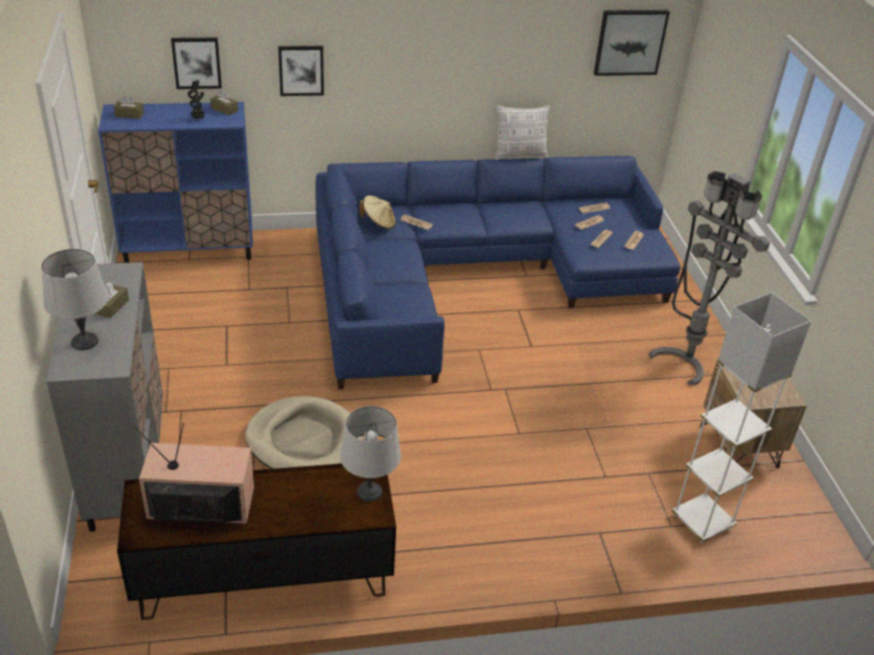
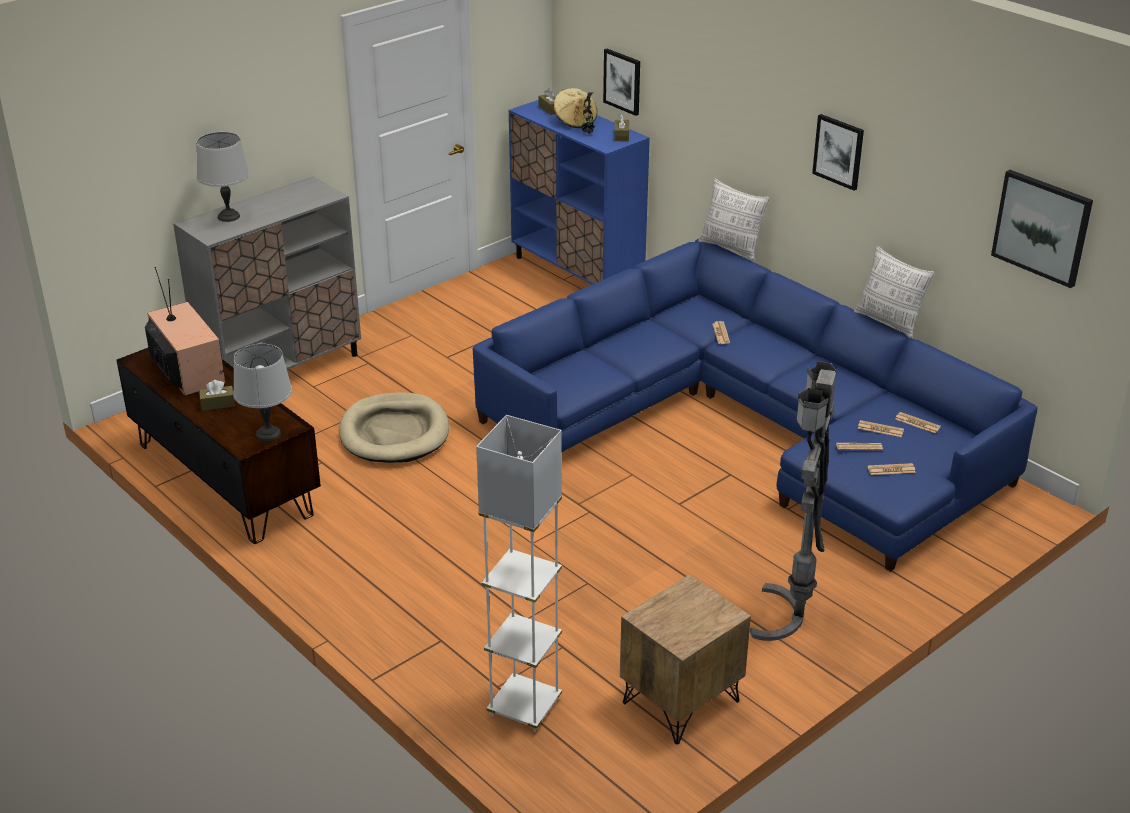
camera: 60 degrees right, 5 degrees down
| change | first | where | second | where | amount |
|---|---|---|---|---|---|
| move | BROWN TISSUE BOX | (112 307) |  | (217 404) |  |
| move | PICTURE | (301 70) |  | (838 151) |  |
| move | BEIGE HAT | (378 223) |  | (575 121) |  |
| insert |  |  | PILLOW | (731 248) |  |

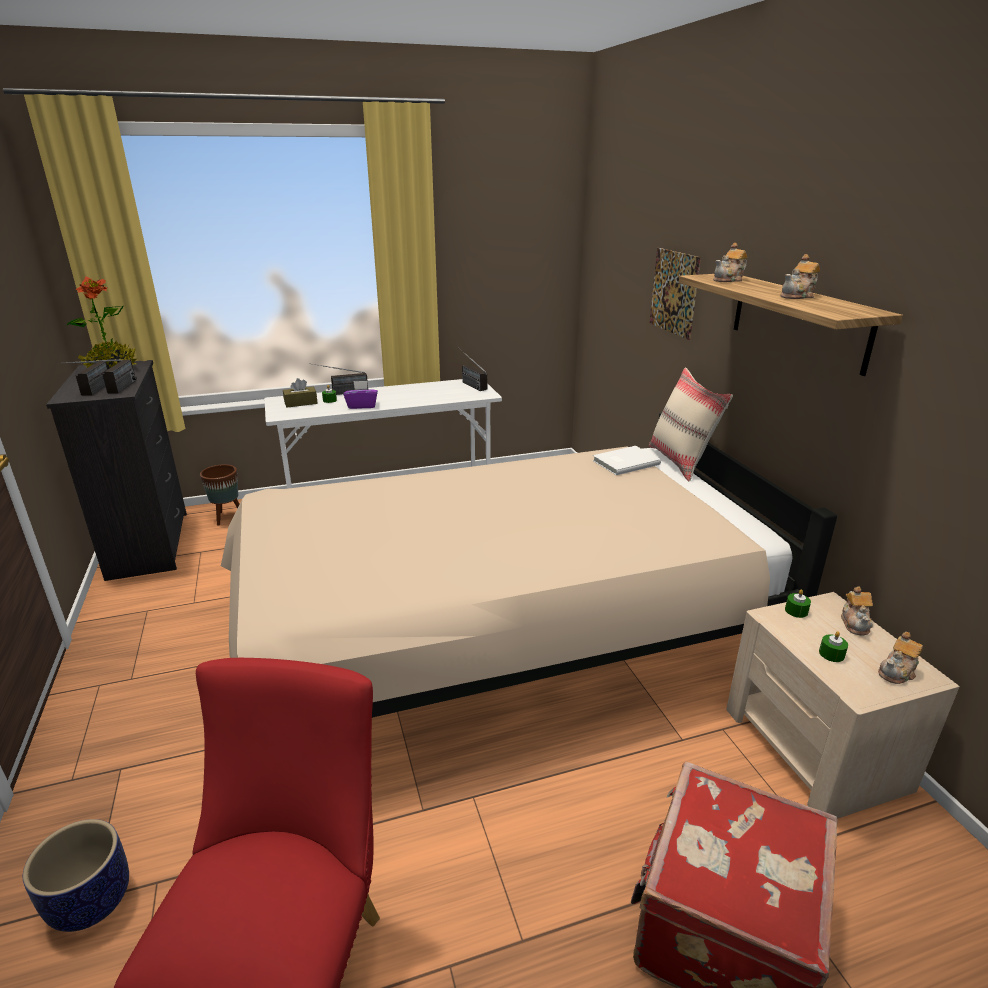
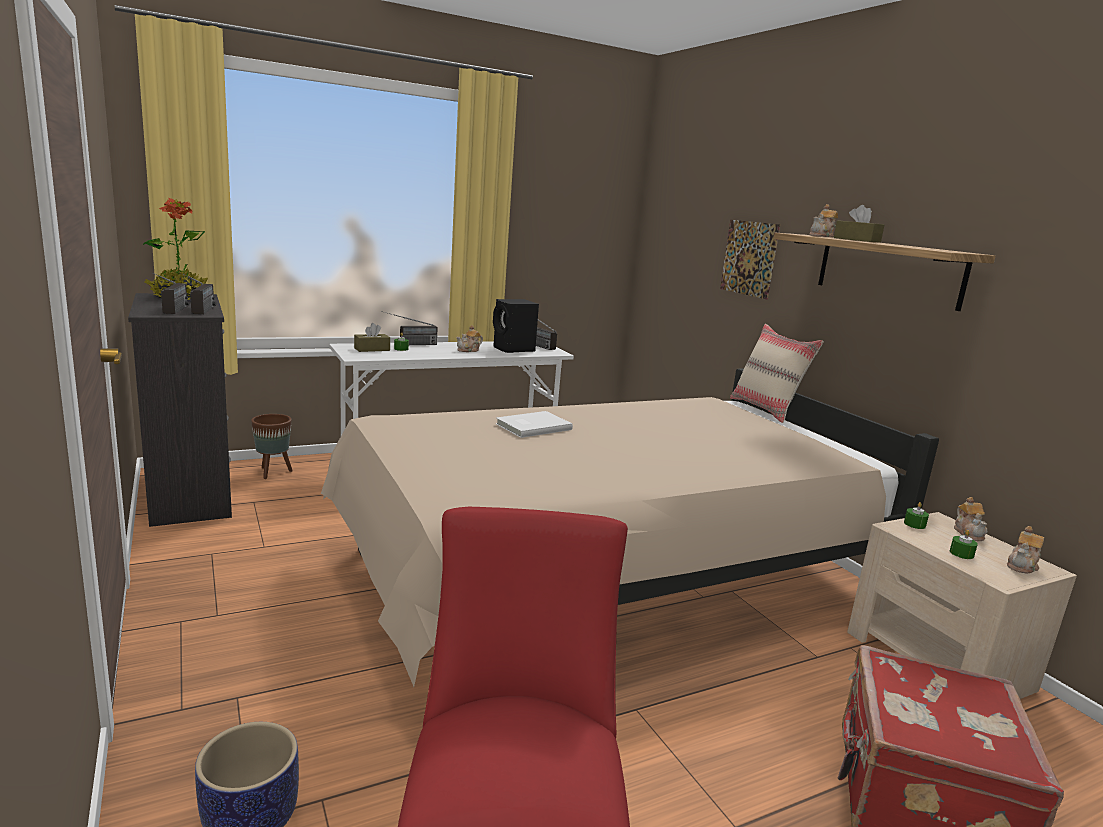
camera: 10 degrees left, 10 degrees down
| change | first | where | second | where | amount |
|---|---|---|---|---|---|
| delete | PURPLE TISSUE BOX | (362 406) |  |  |  |
| move | WHITE BOOK | (624 462) |  | (531 426) |  |
| move | TEAPOT | (798 296) |  | (469 350) |  |
| insert |  |  | BLACK SPEAKER | (514 349) |  |
| insert |  |  | BROWN TISSUE BOX | (856 240) |  |

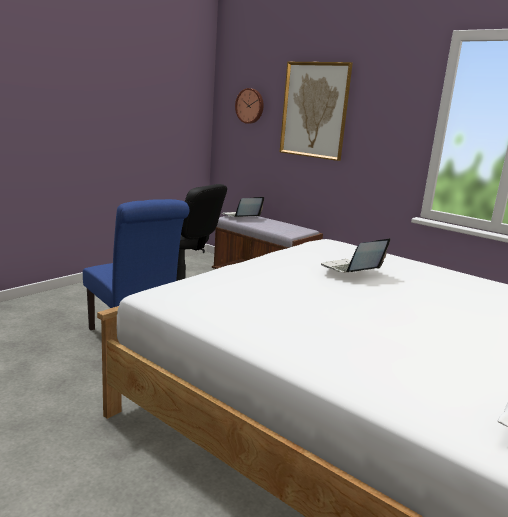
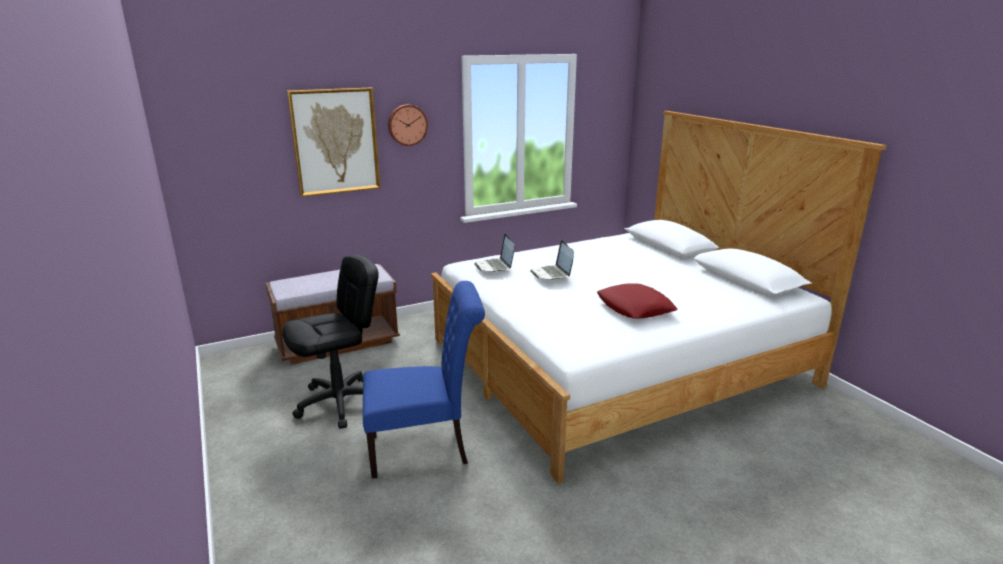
camera: 65 degrees left, 5 degrees up
| change | first | where | second | where | amount |
|---|---|---|---|---|---|
| move | LAPTOP | (241 216) |  | (495 266) |  |
| move | WALL CLOCK | (250 106) |  | (407 125) |  |
| insert |  |  | RED PILLOW | (635 308) |  |

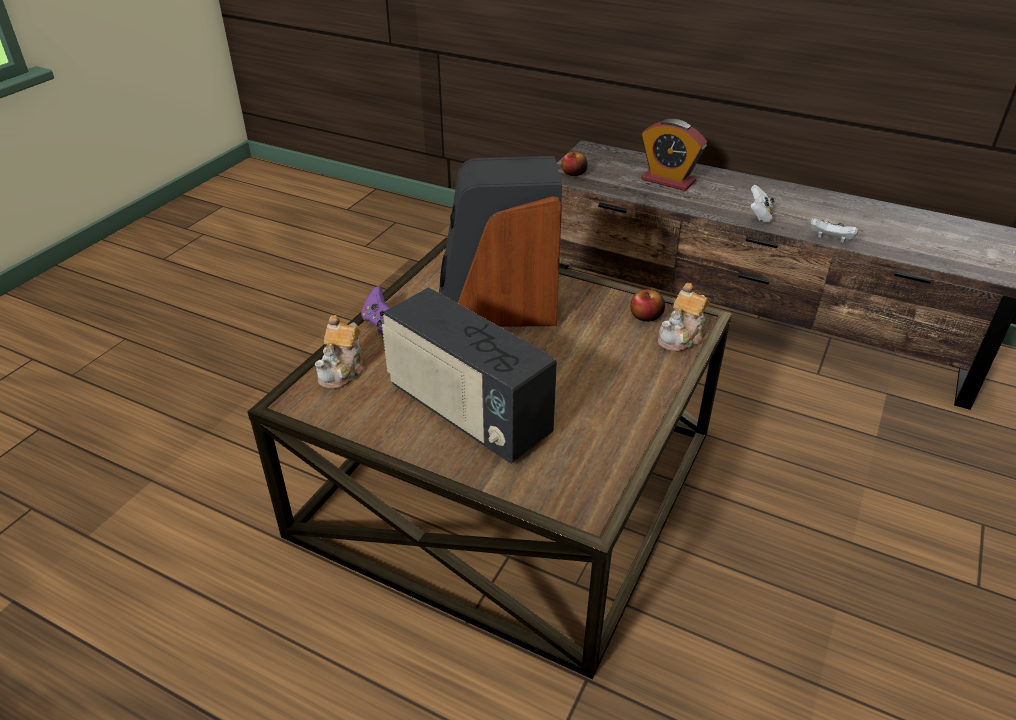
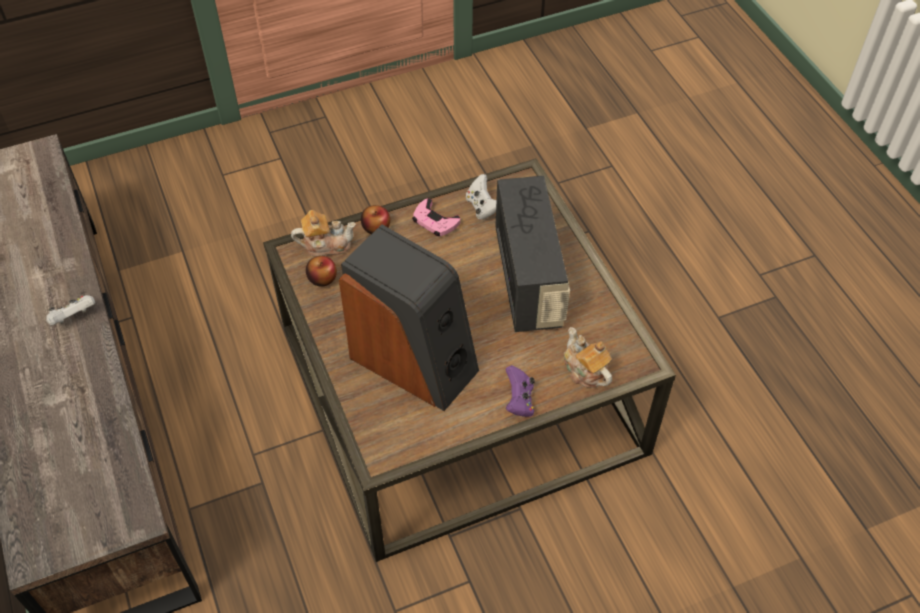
camera: 140 degrees left, 15 degrees up
| change | first | where | second | where | amount |
|---|---|---|---|---|---|
| rotate | TEAPOT | (343 371) |  | (585 370) | 90 degrees counterclockwise |
| move | APPLE | (573 173) |  | (376 227) |  |
| delete | ALARM CLOCK | (668 180) |  |  |  |
| move | WHITE GAME CONTROLLER | (830 241) |  | (482 207) |  |
| insert |  |  | PINK GAME CONTROLLER | (435 221) |  |

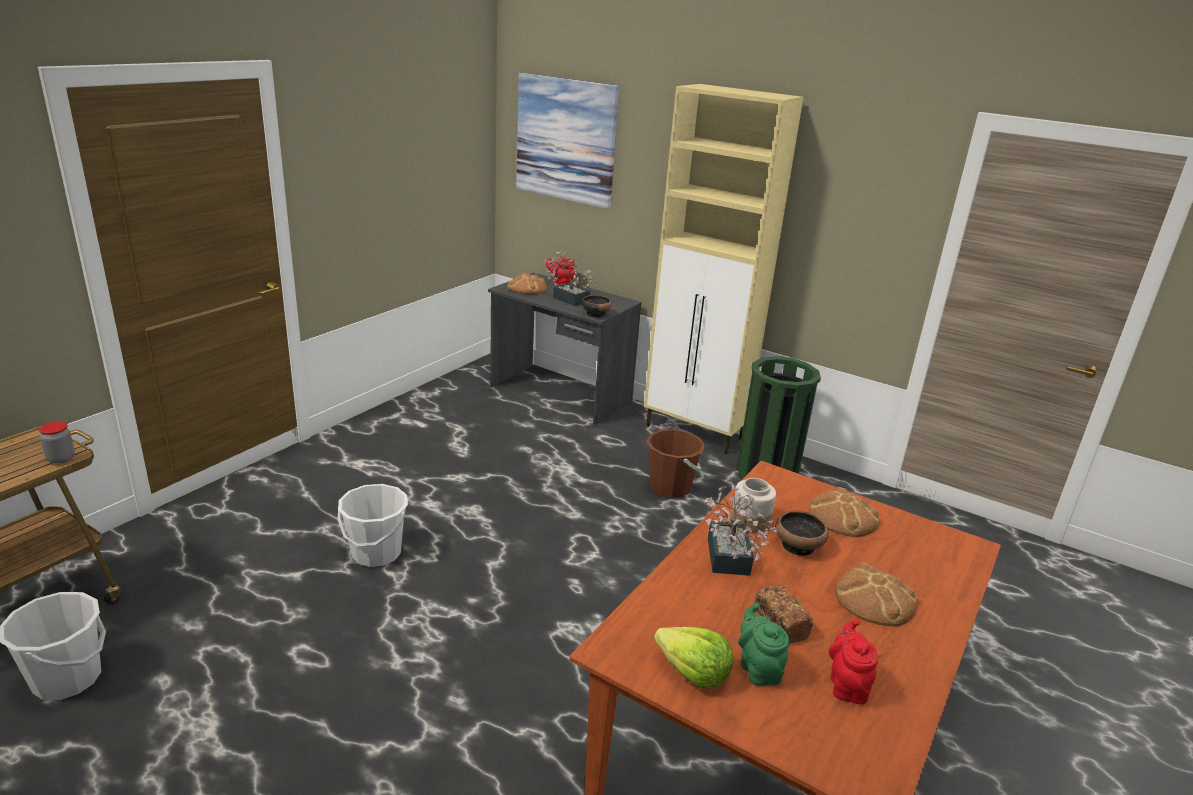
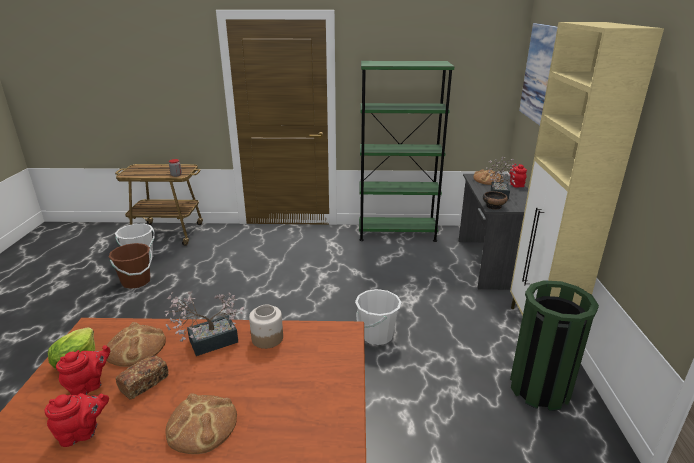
camera: 60 degrees right, 0 degrees up
| change | first | where | second | where | amount |
|---|---|---|---|---|---|
| move | WHITE BUCKET | (376 553) |  | (376 335) |  |
| move | BROWN BUCKET | (670 488) |  | (136 282) |  |
| recolor | GREEN TEAPOT | (758 669) | RED TEAPOT | (89 386) |  |
| delete | BOWL | (798 546) |  |  |  |
| move | BREAD | (843 516) |  | (135 347) |  |
| insert |  |  | GREEN BOOKCASE | (397 233) |  |

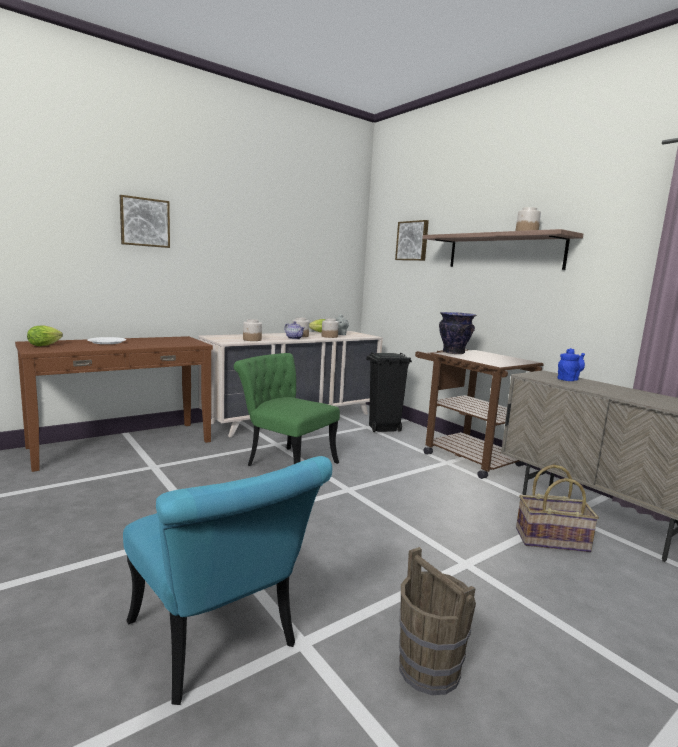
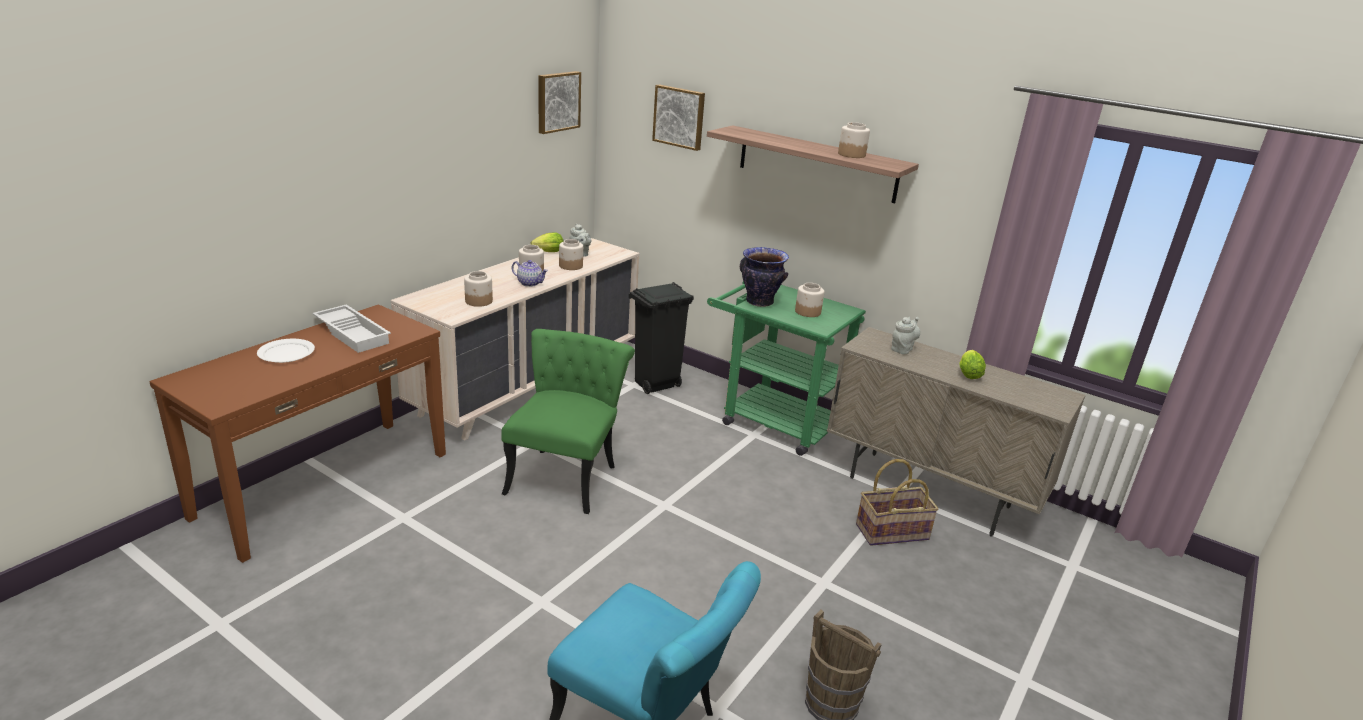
camera: 20 degrees left, 15 degrees up
| change | first | where | second | where | amount |
|---|---|---|---|---|---|
| move | LETTUCE | (46 345) |  | (968 373) |  |
| move | PICTURE | (144 222) |  | (557 101) |  |
| rotate | GREEN CHAIR | (285 462) |  | (566 473) | 90 degrees clockwise |
| recolor | BROWN CART | (465 457) | GREEN CART | (771 420) |  |
| recolor | BLUE TEAPOT | (569 379) | GREY TEAPOT | (902 349) |  |
| insert |  |  | WHITE TRAY | (354 333) |  |
| insert |  |  | JAR | (808 312) |  |

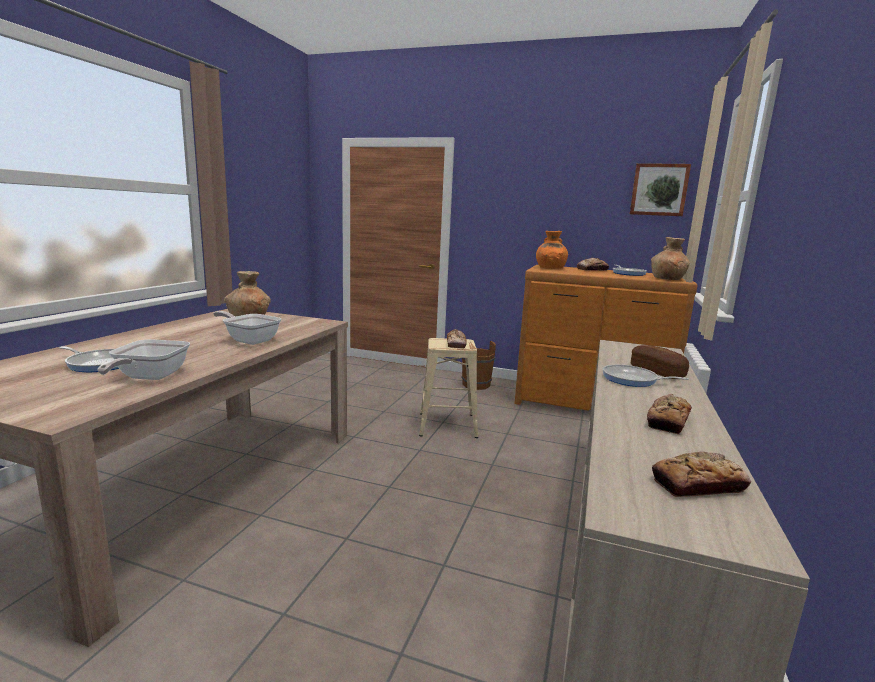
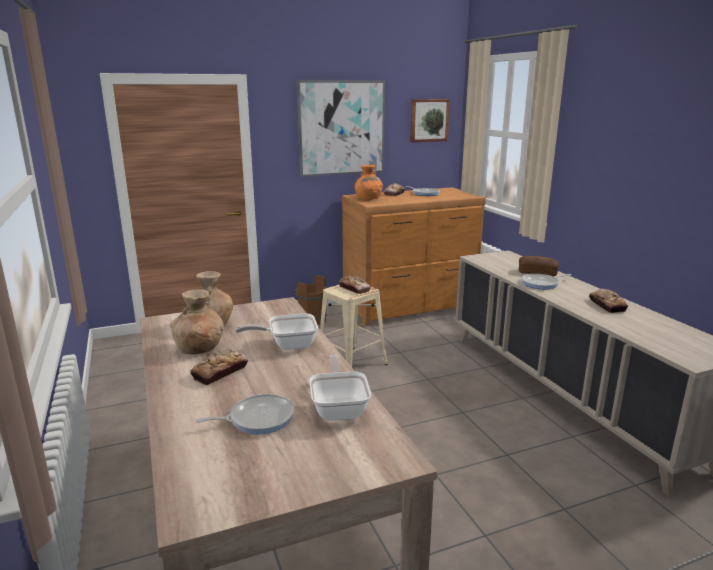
camera: 40 degrees left, 5 degrees up
| change | first | where | second | where | amount |
|---|---|---|---|---|---|
| rotate | FRYING PAN | (148 378) |  | (339 408) | 150 degrees counterclockwise |
| move | BROWN VASE | (667 279) |  | (200 348) |  |
| move | BREAD | (698 485) |  | (220 372) |  |
| insert |  |  | PICTURE | (341 128) |  |

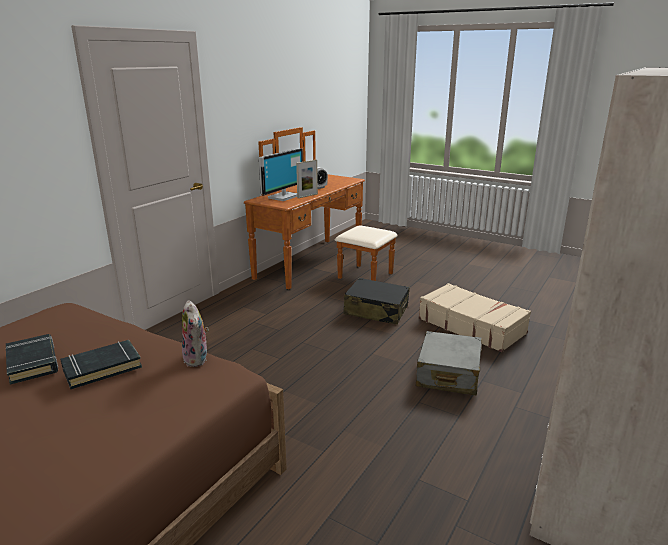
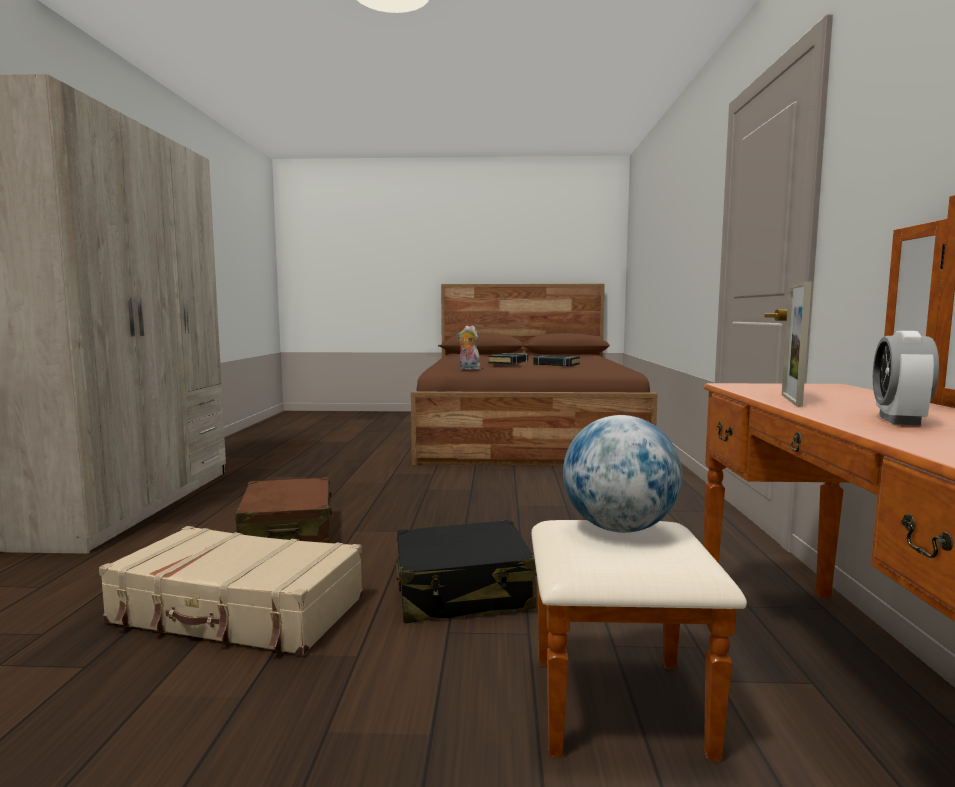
camera: 150 degrees right, 15 degrees down
| change | first | where | second | where | amount |
|---|---|---|---|---|---|
| delete | MONITOR | (282 196) |  |  |  |
| recolor | GREY SUITCASE | (448 374) | BROWN SUITCASE | (288 533) |  |
| insert |  |  | GLOBE | (619 529) |  |

